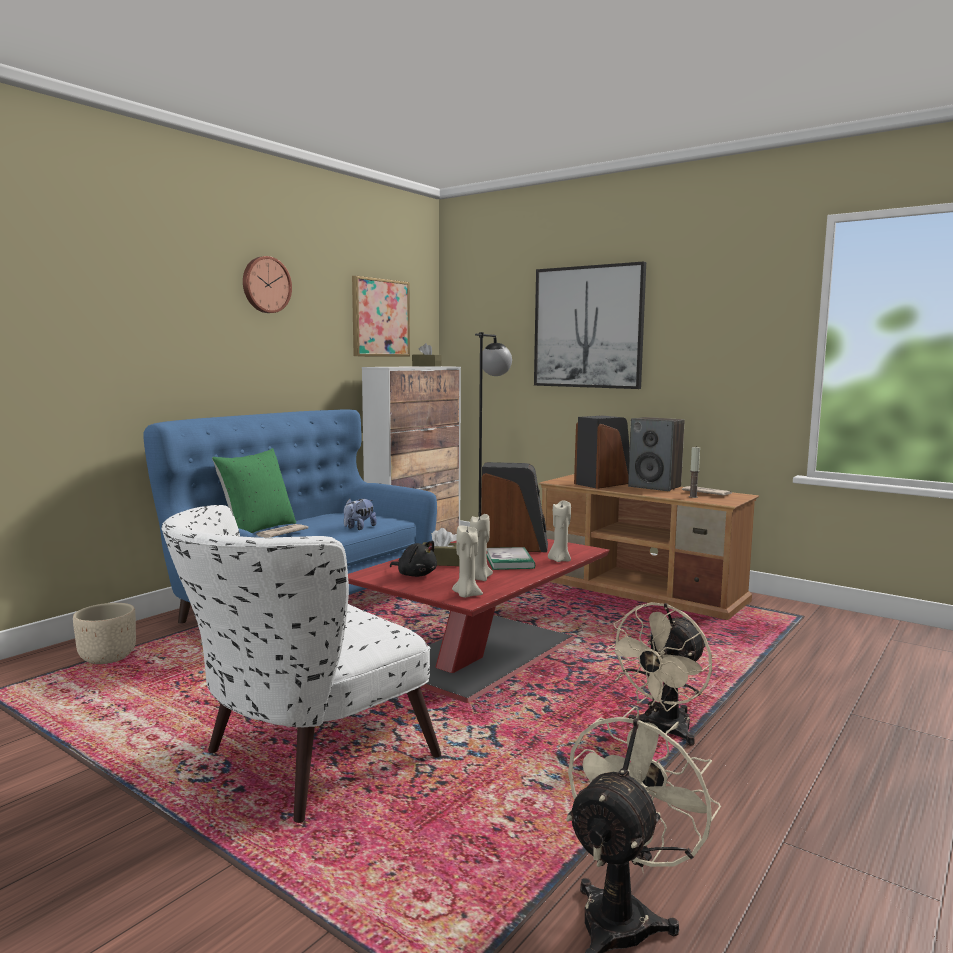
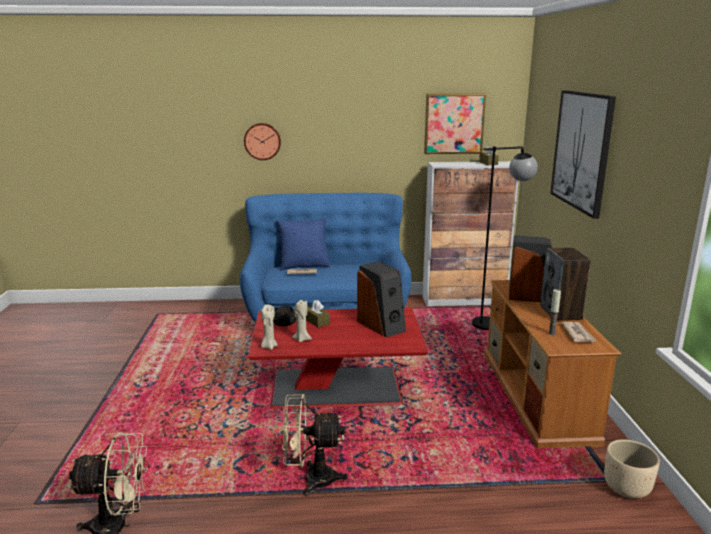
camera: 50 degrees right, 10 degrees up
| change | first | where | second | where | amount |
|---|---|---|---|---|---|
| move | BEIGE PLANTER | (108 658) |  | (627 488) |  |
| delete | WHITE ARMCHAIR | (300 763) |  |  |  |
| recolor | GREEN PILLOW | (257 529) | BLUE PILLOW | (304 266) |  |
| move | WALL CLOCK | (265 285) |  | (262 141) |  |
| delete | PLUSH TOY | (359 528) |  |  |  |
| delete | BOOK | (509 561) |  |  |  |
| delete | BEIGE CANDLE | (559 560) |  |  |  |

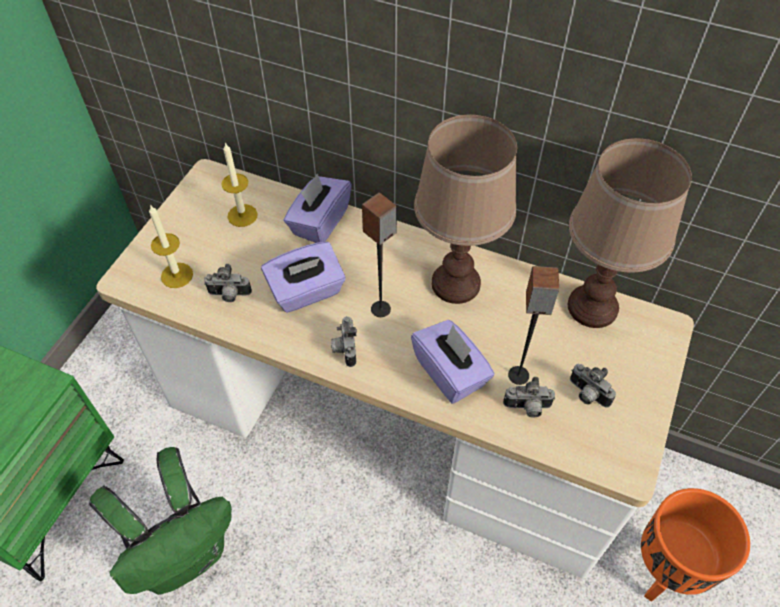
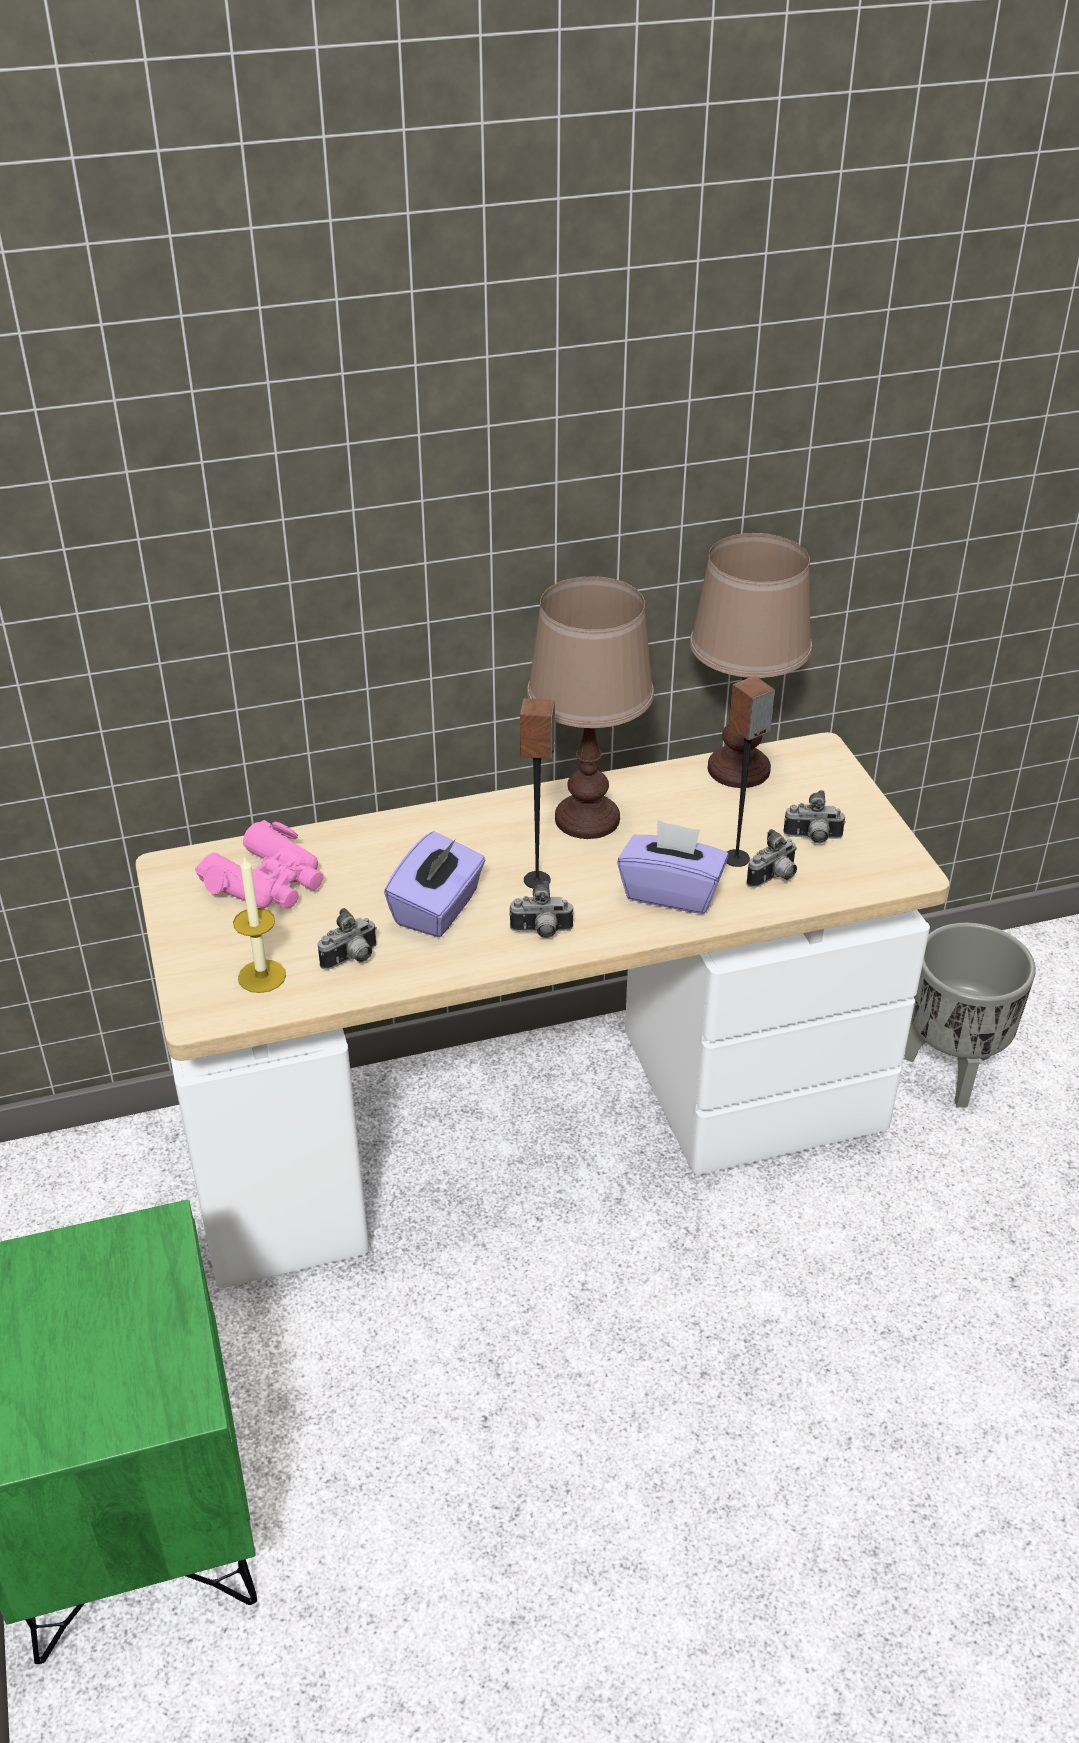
camera: 40 degrees left, 15 degrees down
| change | first | where | second | where | amount |
|---|---|---|---|---|---|
| delete | GREEN BACKPACK | (185 553) |  |  |  |
| replace | CANDLE | (242 215) | PINK BINOCULARS | (268 882) |  |
| delete | PURPLE TISSUE BOX | (319 222) |  |  |  |
| rotate | PHOTO CAMERA | (344 348) |  | (541 932) | 45 degrees counterclockwise |
| recolor | ORANGE PLANTER | (665 570) | GREY PLANTER | (952 1072) |  |

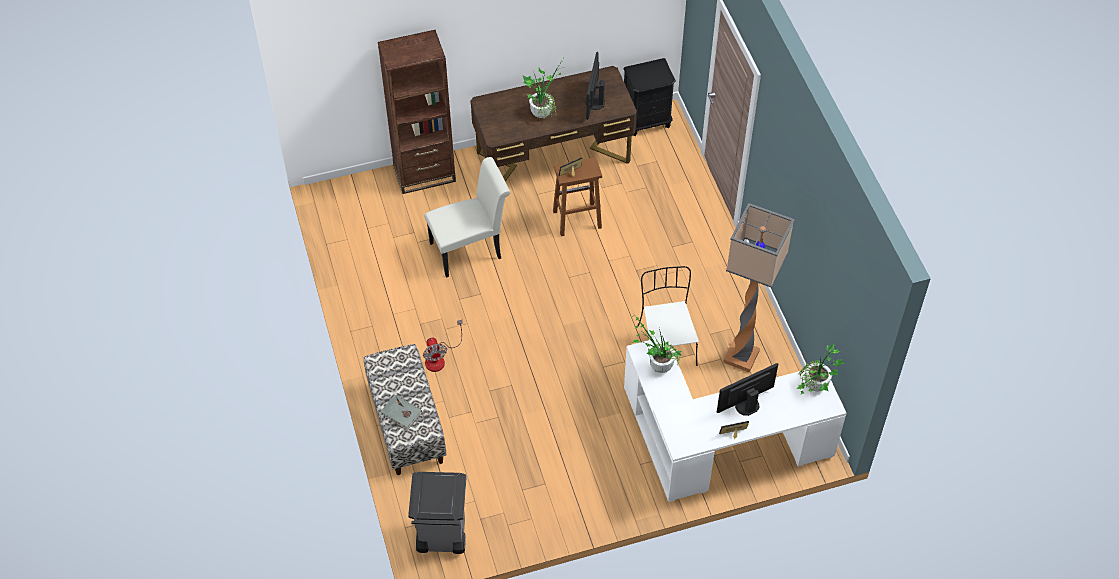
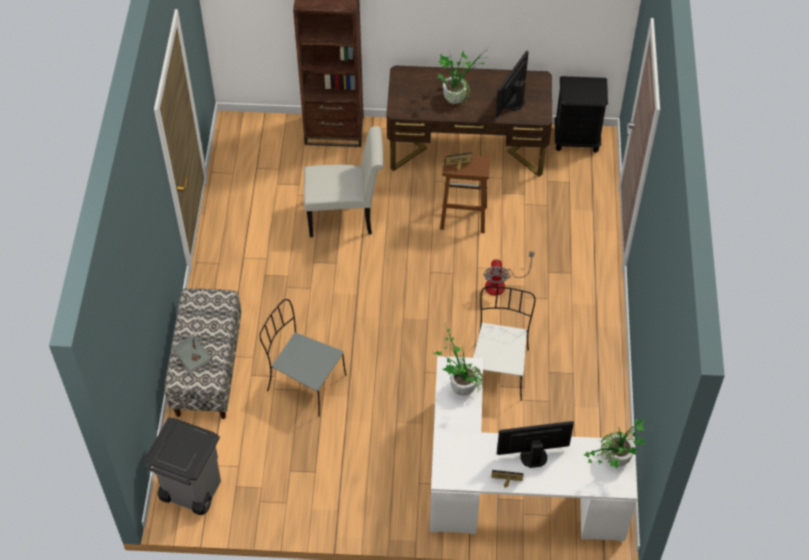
camera: 20 degrees right, 0 degrees up
| change | first | where | second | where | amount |
|---|---|---|---|---|---|
| move | FAN | (439 358) |  | (501 283) |  |
| delete | FLOOR LAMP | (741 357) |  |  |  |
| insert |  |  | GREY CHAIR | (304 382) |  |

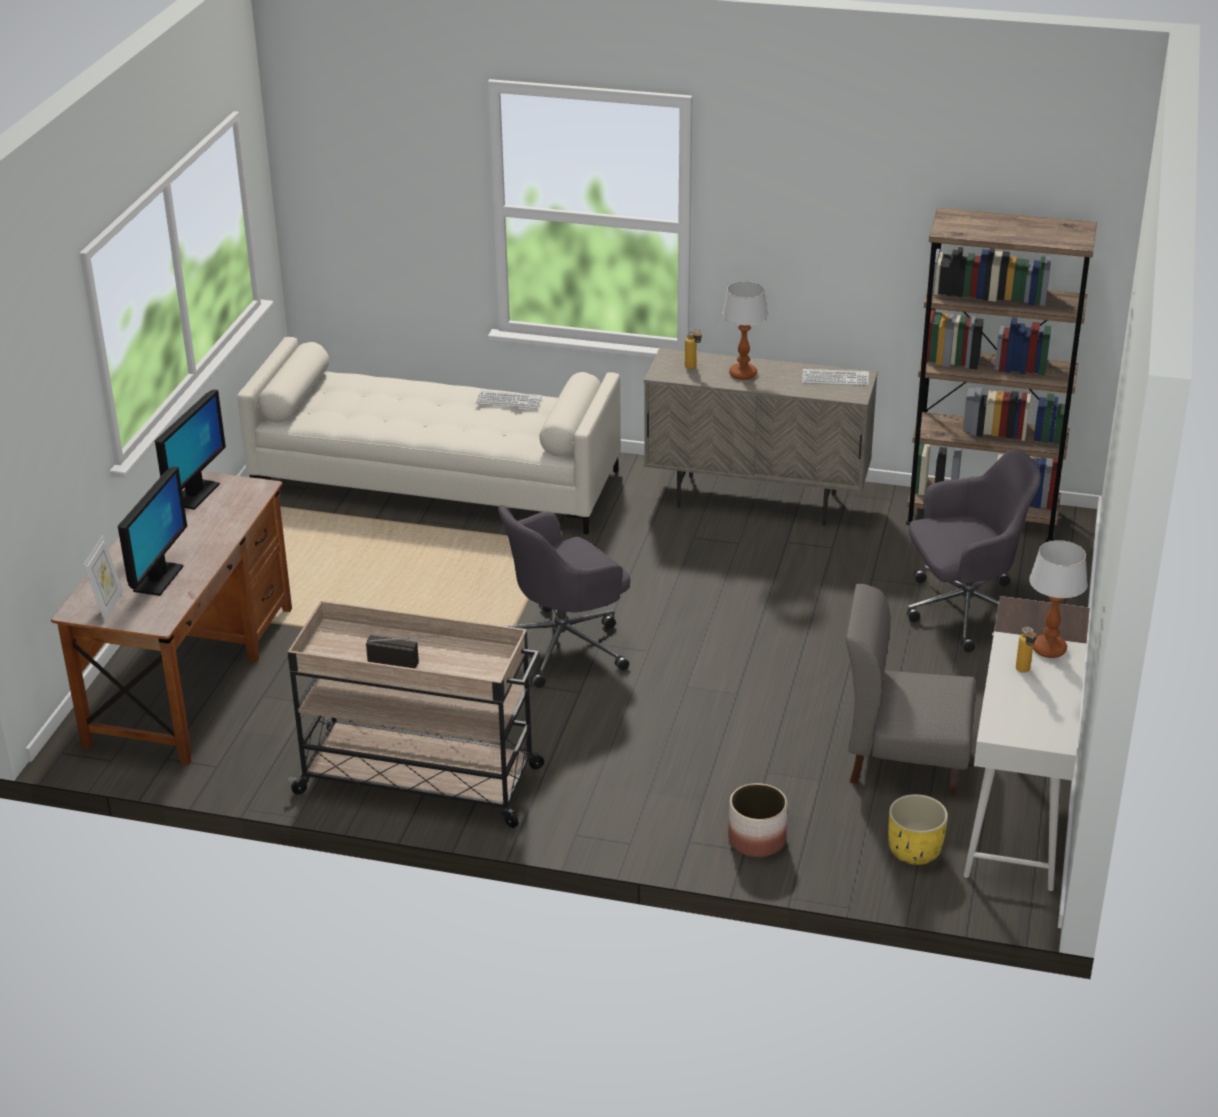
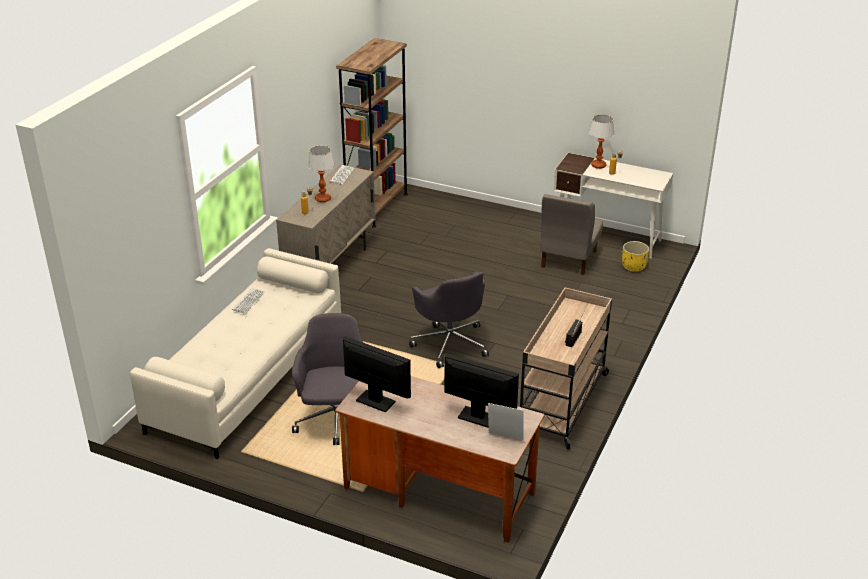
camera: 80 degrees left, 0 degrees up
| change | first | where | second | where | amount |
|---|---|---|---|---|---|
| delete | PLANTER | (756 840) |  |  |  |
| move | GREY OFFICE CHAIR | (963 611) |  | (336 421) |  |

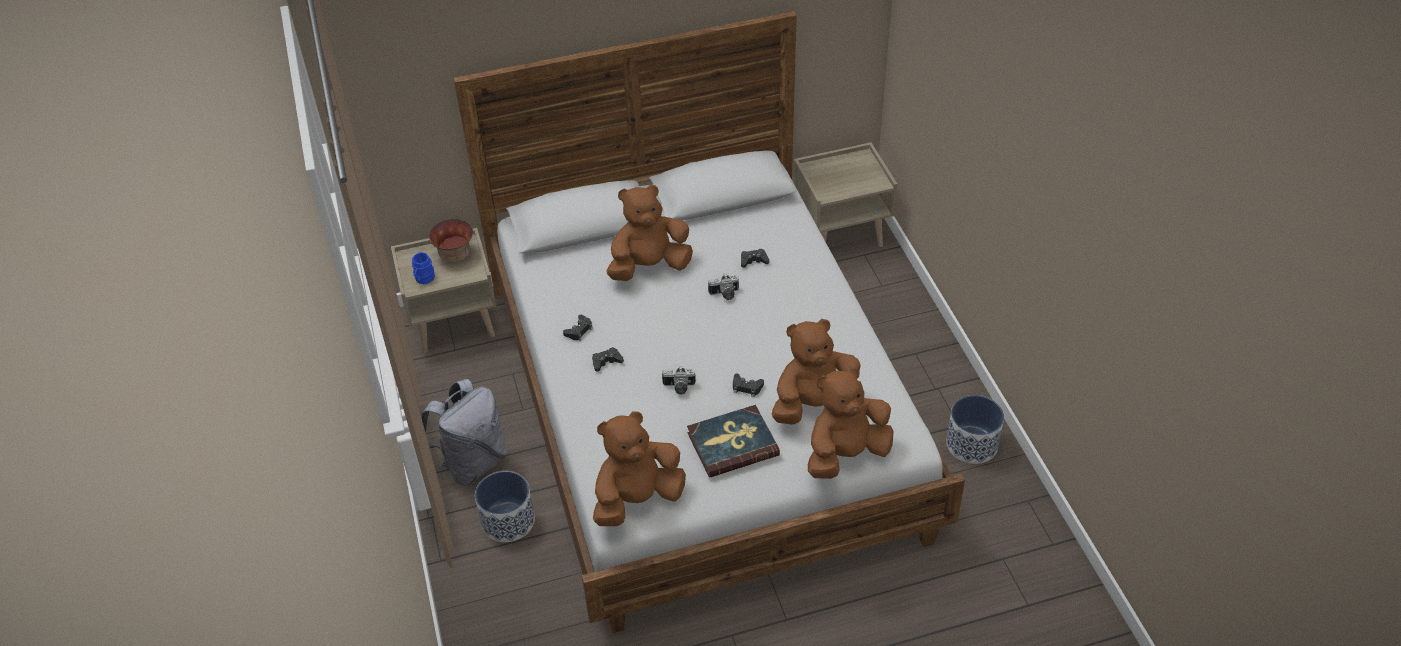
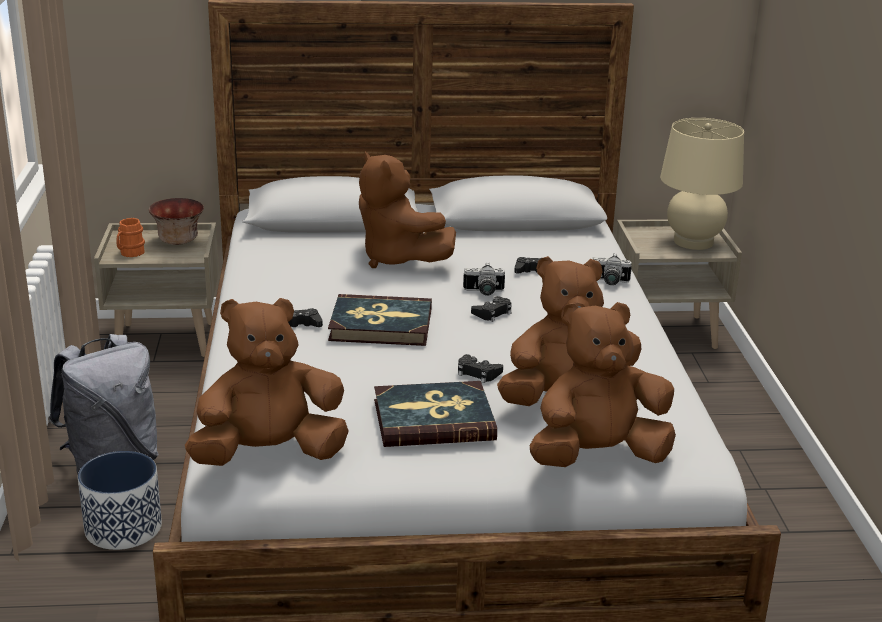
camera: 10 degrees right, 20 degrees down
| change | first | where | second | where | amount |
|---|---|---|---|---|---|
| recolor | BLUE MUG | (423 279) | ORANGE MUG | (130 253) |  |
| move | BLACK GAME CONTROLLER | (579 330) |  | (492 313) |  |
| rotate | BROWN PLUSH TOY | (649 266) |  | (398 259) | 120 degrees counterclockwise |
| move | PHOTO CAMERA | (679 387) |  | (609 282) |  |
| delete | PLANTER | (972 444) |  |  |  |
| insert |  |  | BOOK | (381 325) |  |
| insert |  |  | BEIGE TABLE LAMP | (693 242) |  |

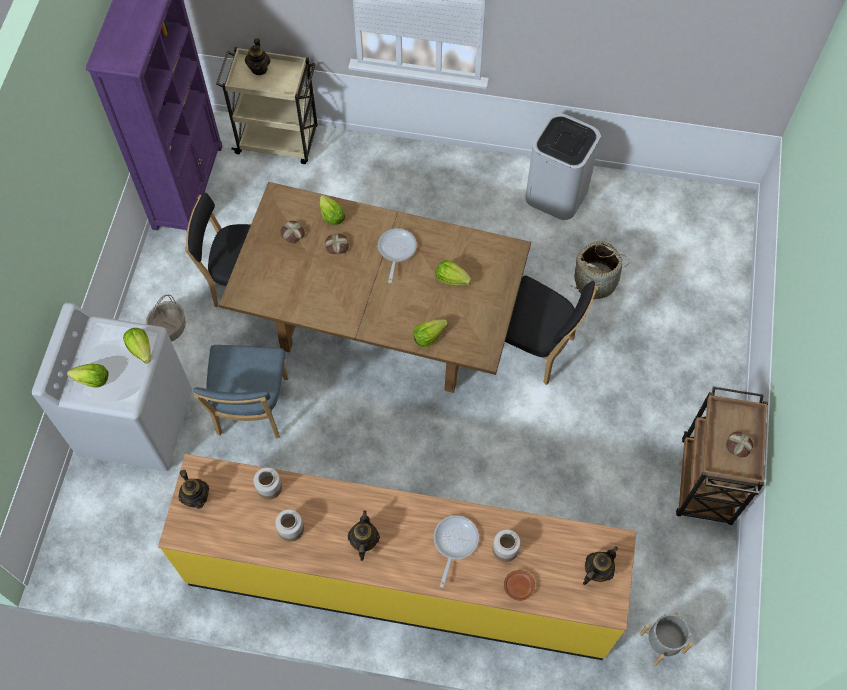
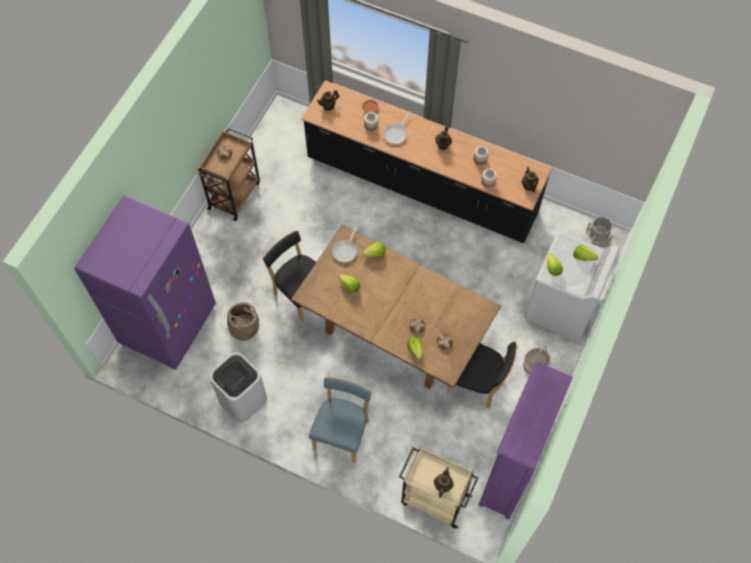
camera: 165 degrees left, 0 degrees up
| change | first | where | second | where | amount |
|---|---|---|---|---|---|
| recolor | YELLOW COUNTER | (400 579) | BLACK COUNTER | (421 187) |  |
| move | BLUE CHAIR | (251 410) |  | (342 433) |  |
| move | FRYING PAN | (396 251) |  | (346 250) |  |
| move | GREY PLANTER | (662 642) |  | (596 239) |  |
| insert |  |  | PURPLE FRIDGE | (168 324) |  |

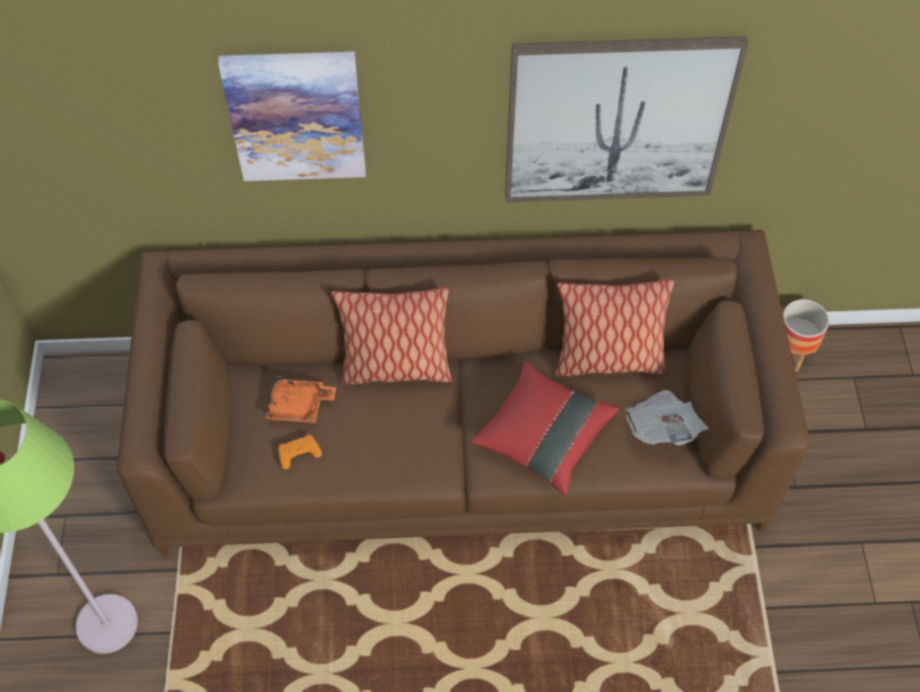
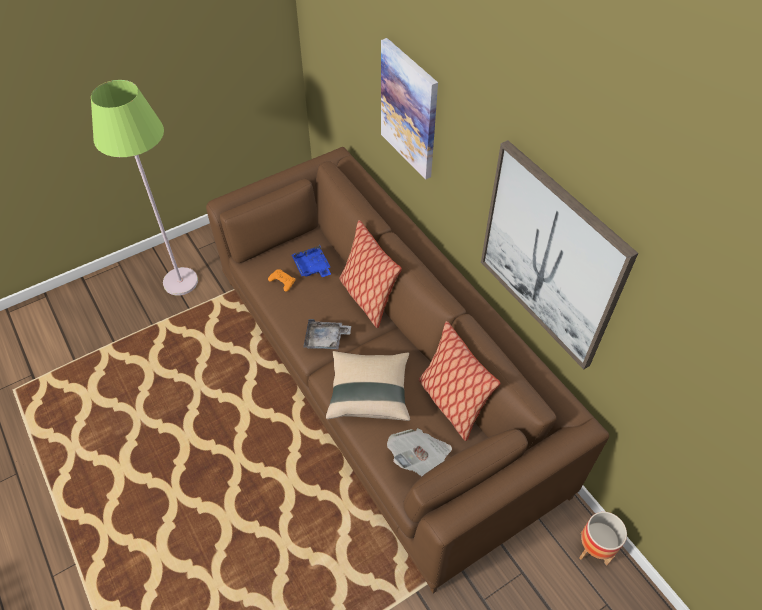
camera: 60 degrees right, 5 degrees down
| change | first | where | second | where | amount |
|---|---|---|---|---|---|
| recolor | ORANGE TRAY | (299 406) | BLUE TRAY | (312 267) |  |
| recolor | RED PILLOW | (544 437) | BEIGE PILLOW | (369 393) |  |
| insert |  |  | GREY TRAY | (325 339) |  |

